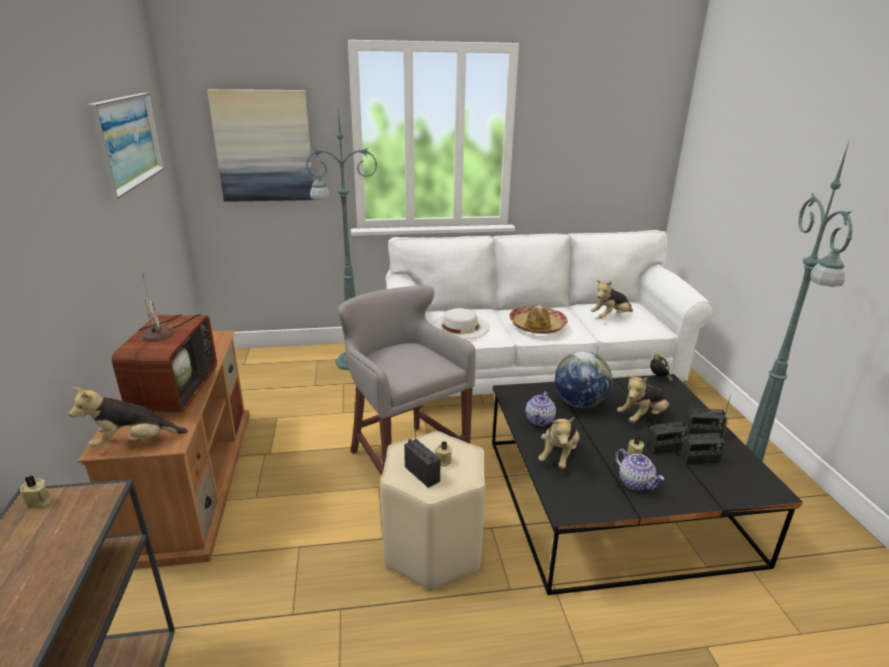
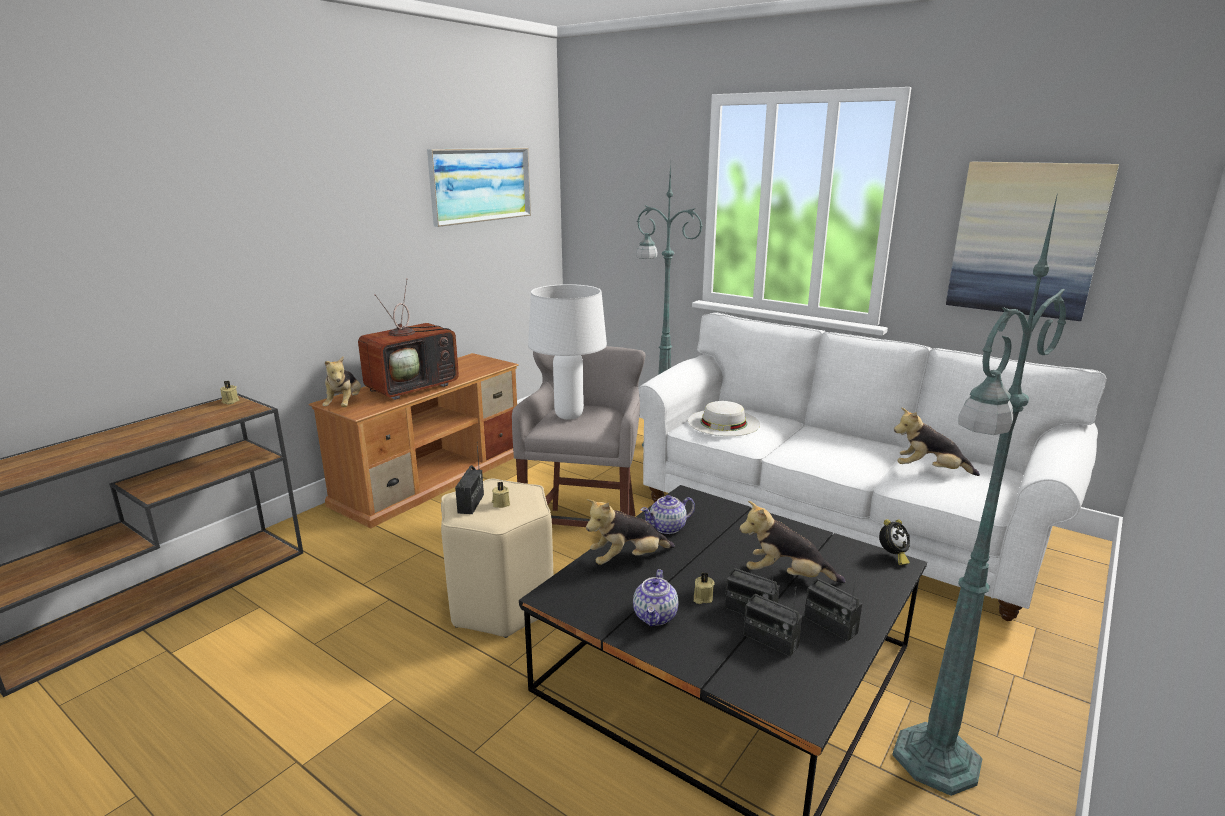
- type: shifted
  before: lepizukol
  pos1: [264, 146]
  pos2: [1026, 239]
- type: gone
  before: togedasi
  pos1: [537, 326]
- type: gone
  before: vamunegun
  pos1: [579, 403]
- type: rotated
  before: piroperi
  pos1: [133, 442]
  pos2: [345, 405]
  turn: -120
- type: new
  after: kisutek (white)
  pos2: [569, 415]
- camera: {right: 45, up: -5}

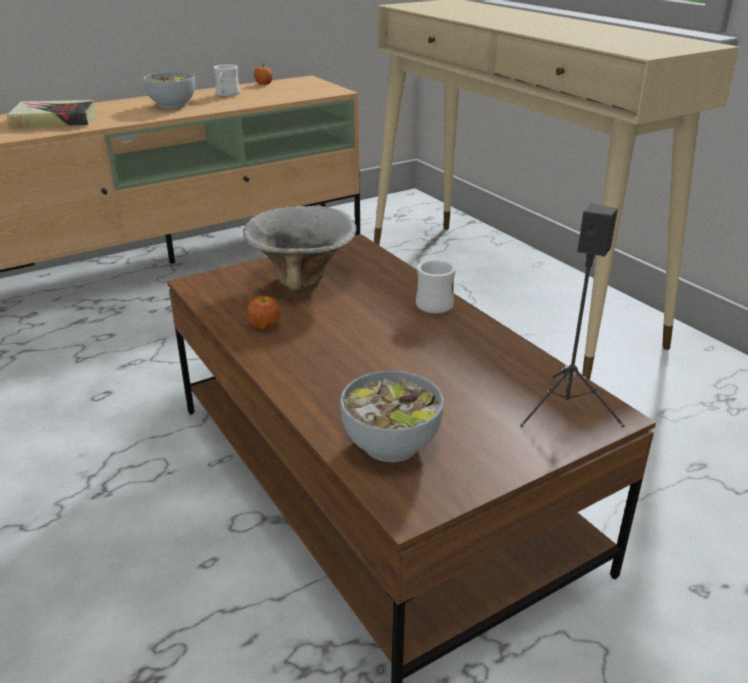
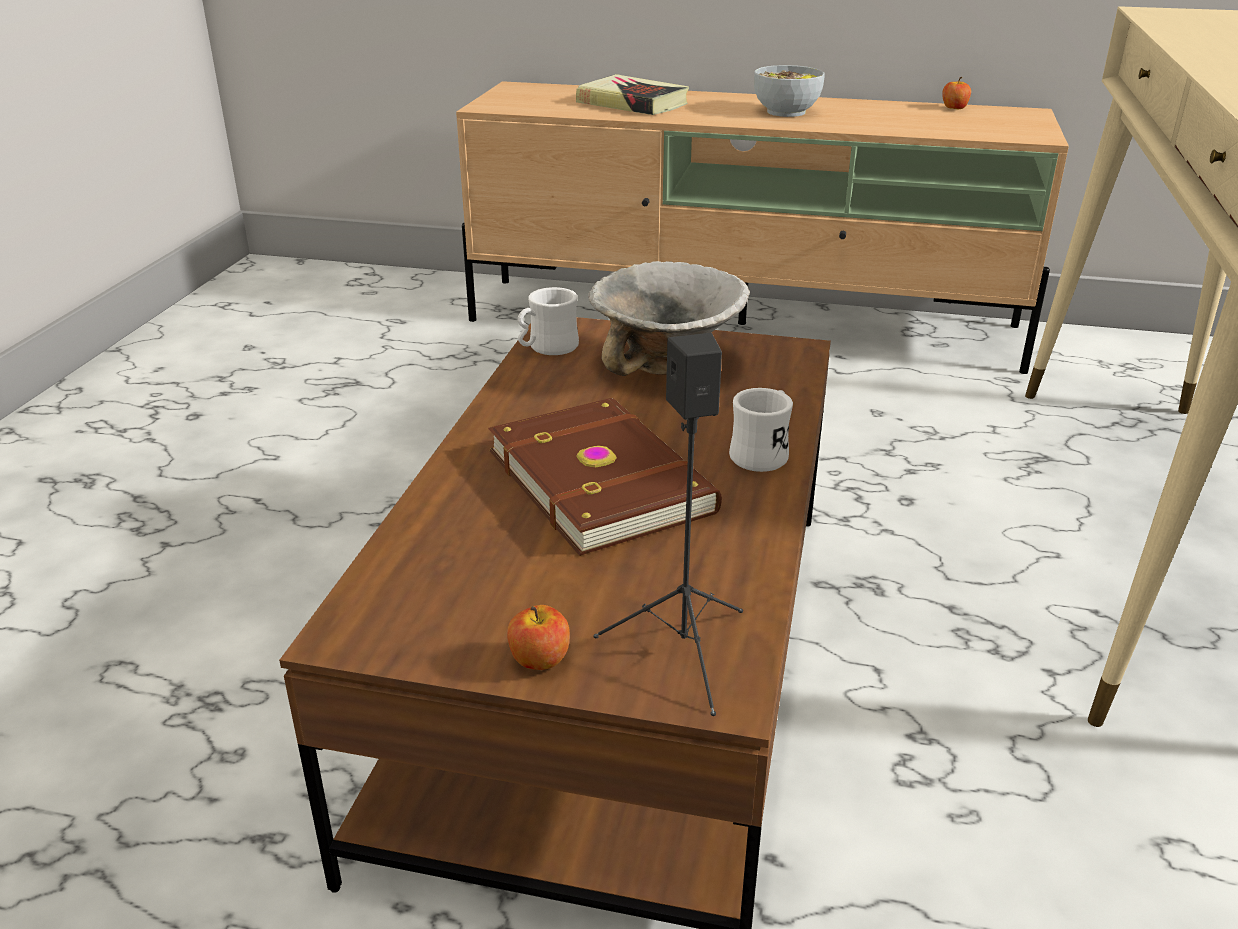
- type: shifted
  before: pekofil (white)
  pos1: [227, 95]
  pos2: [547, 348]
- type: shifted
  before: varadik
  pos1: [265, 325]
  pos2: [539, 660]
- type: gone
  before: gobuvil
  pos1: [391, 444]
- type: new
  after: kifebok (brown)
  pos2: [602, 479]
- camera: {right: 45, up: 0}

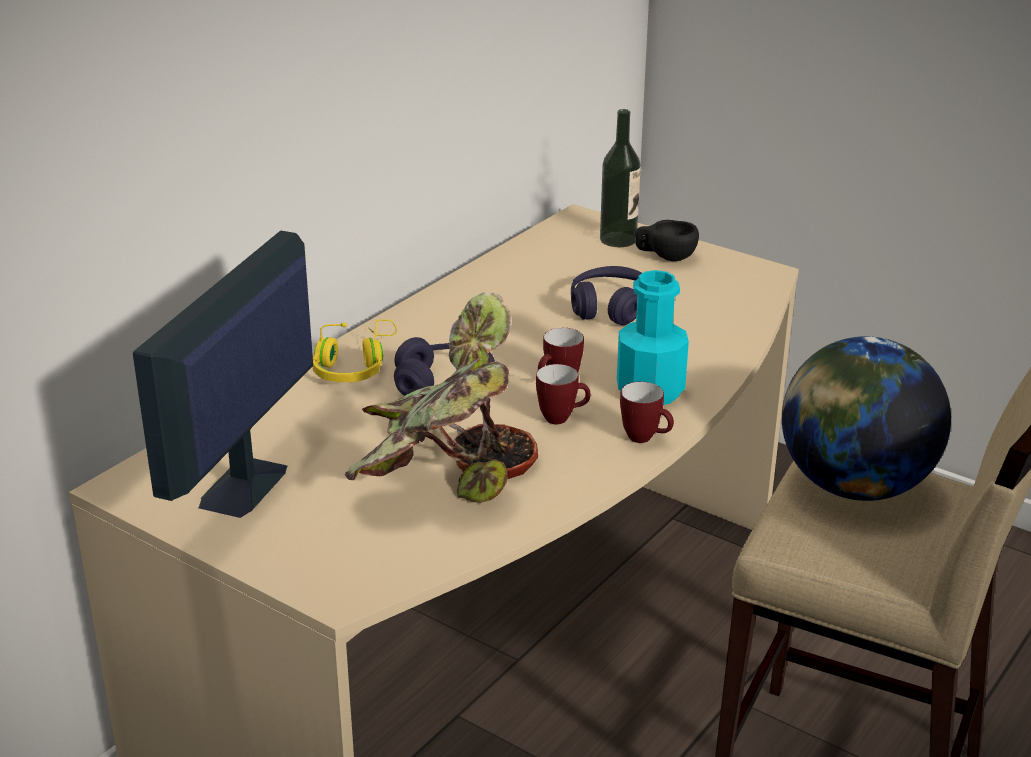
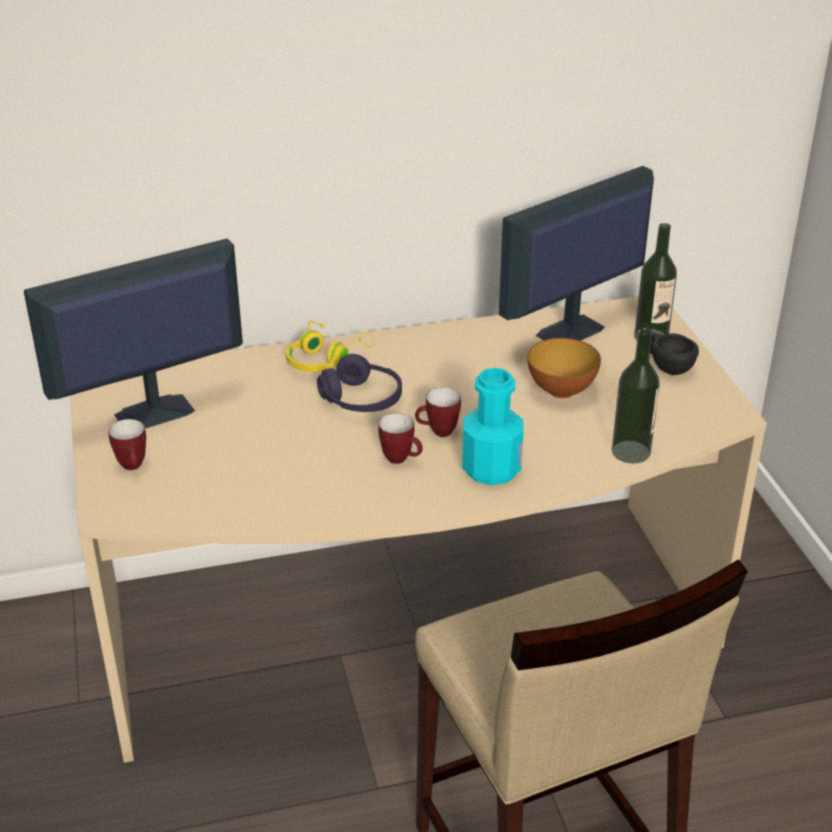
- type: swapped
  before: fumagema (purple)
  after: gobuvil
  pos1: [611, 307]
  pos2: [561, 391]
- type: gone
  before: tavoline
  pos1: [441, 474]
- type: gone
  before: vamunegun
  pos1: [853, 486]
- type: shifted
  before: pekofil
  pos1: [646, 439]
  pos2: [133, 468]
- type: new
  after: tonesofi
  pos2: [569, 332]
- type: new
  after: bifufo
  pos2: [631, 452]
- camera: {right: 40, up: 5}

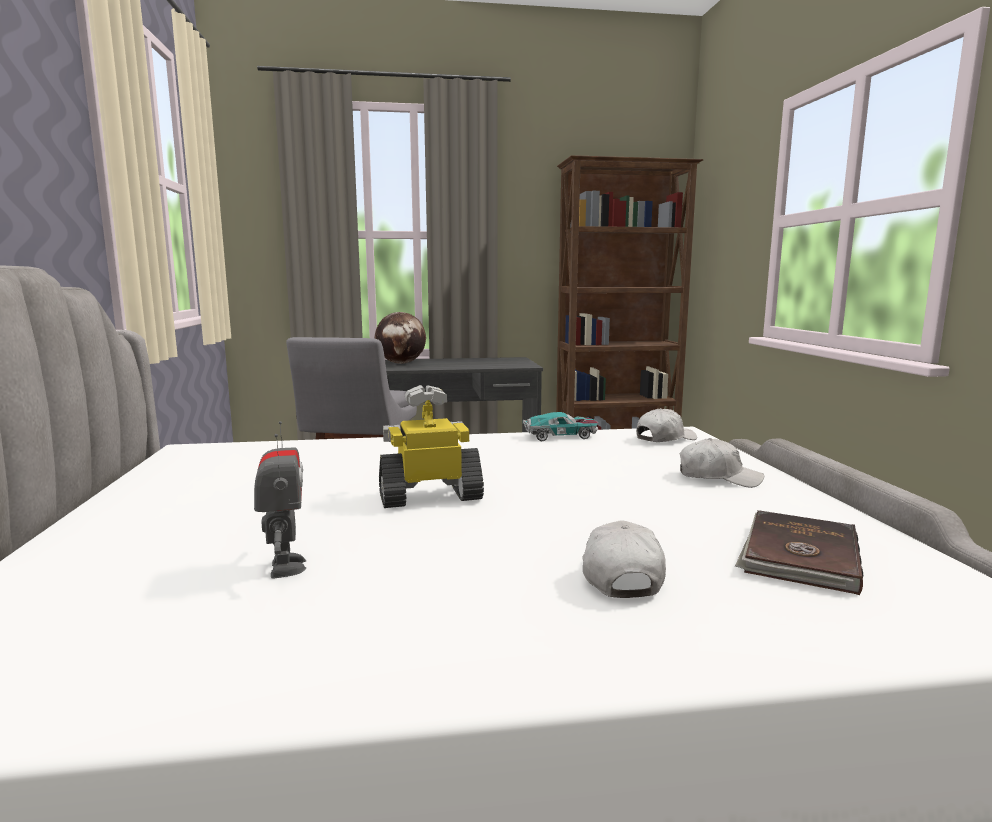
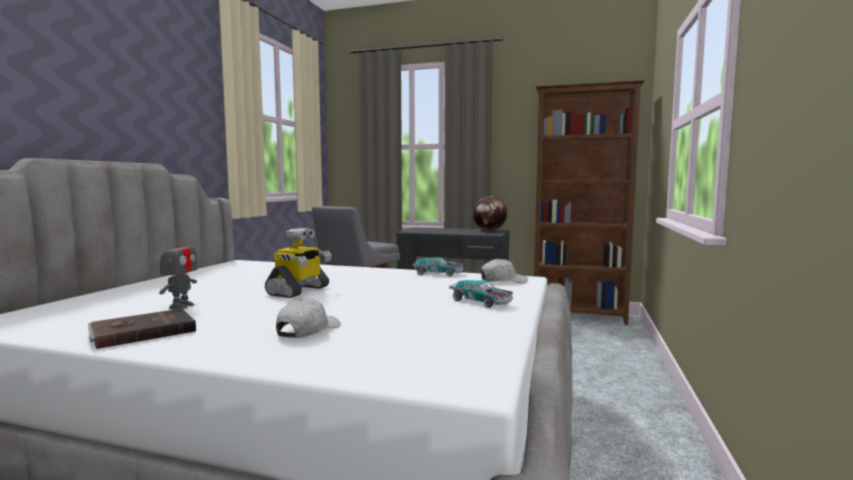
- type: shifted
  before: vamunegun
  pos1: [401, 363]
  pos2: [489, 230]
- type: rotated
  before: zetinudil
  pos1: [430, 496]
  pos2: [299, 291]
  turn: 105
- type: swapped
  before: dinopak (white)
  after: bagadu
  pos1: [718, 477]
  pos2: [481, 302]
- type: shifted
  before: kifebok (brown)
  pos1: [798, 556]
  pos2: [142, 331]
- camera: {right: 25, up: -5}

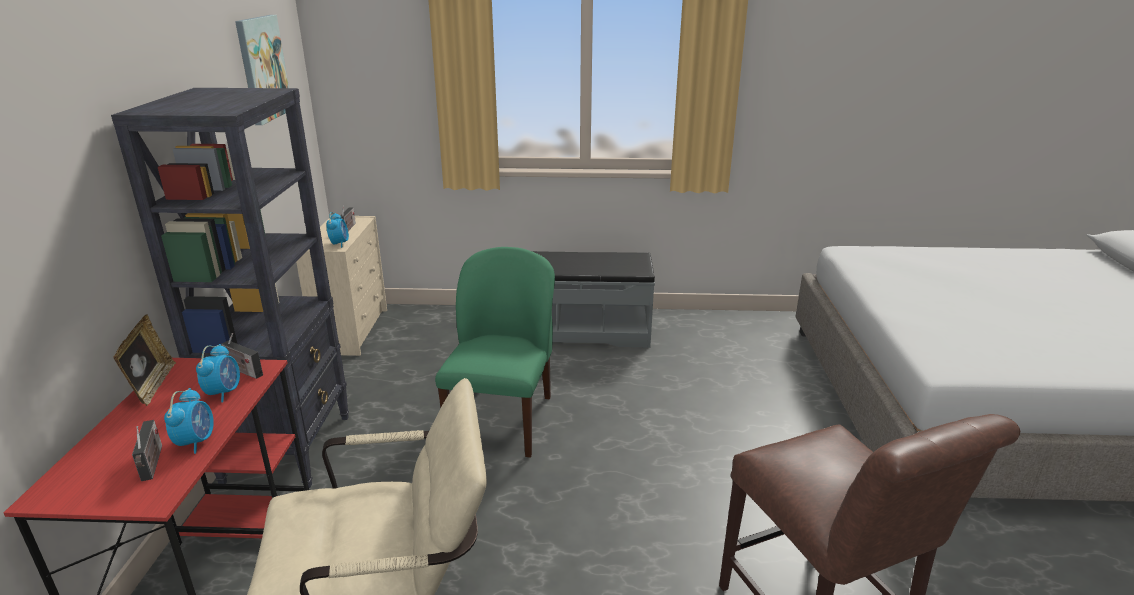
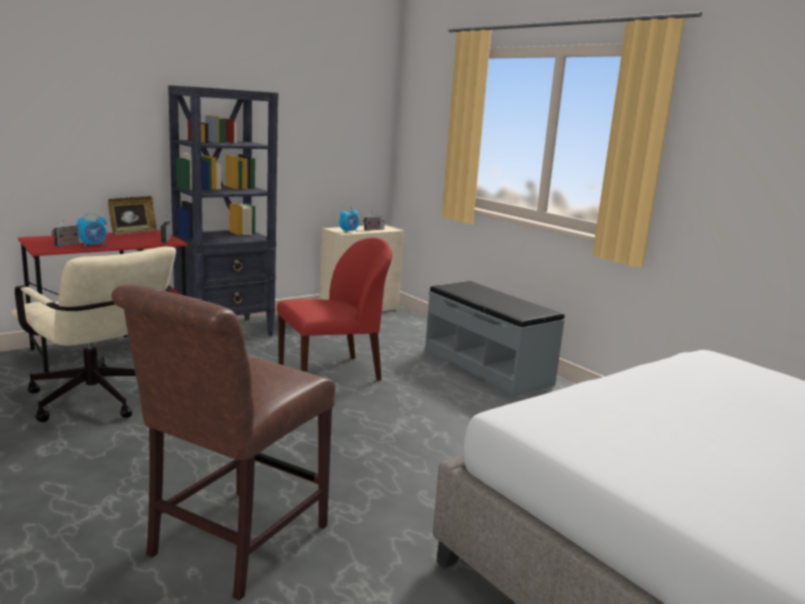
- type: gone
  before: lepizukol
  pos1: [262, 68]
- type: repainted
  before: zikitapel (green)
  after: zikitapel (red)
  pos1: [502, 420]
  pos2: [331, 373]
- type: gone
  before: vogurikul
  pos1: [224, 392]
- camera: {right: 50, up: -10}

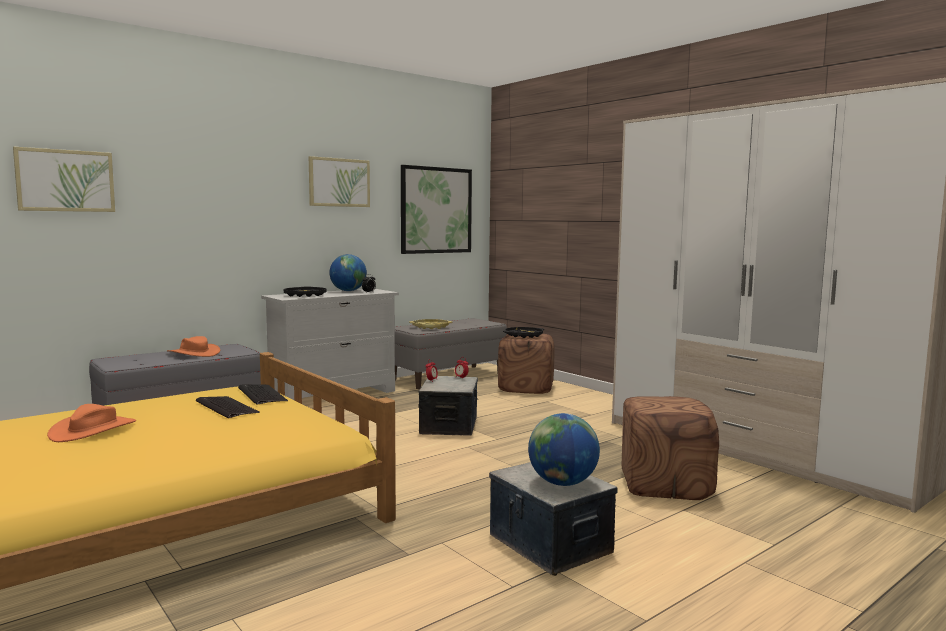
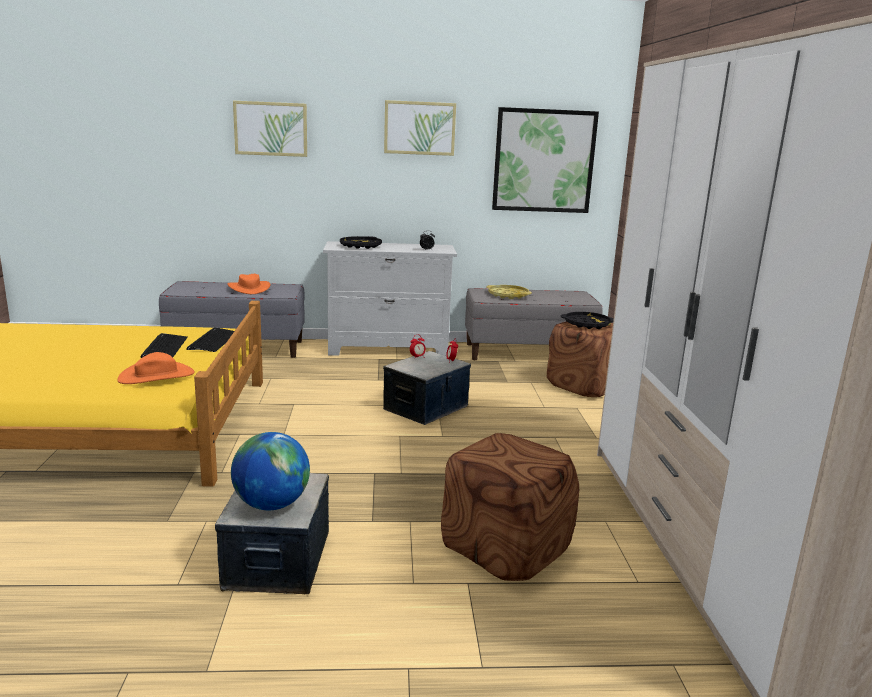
- type: shifted
  before: lepizukol
  pos1: [65, 180]
  pos2: [271, 129]
- type: gone
  before: vamunegun
  pos1: [348, 291]
- type: shifted
  before: togedasi (orange)
  pos1: [93, 430]
  pos2: [156, 376]
- camera: {right: 35, up: 10}

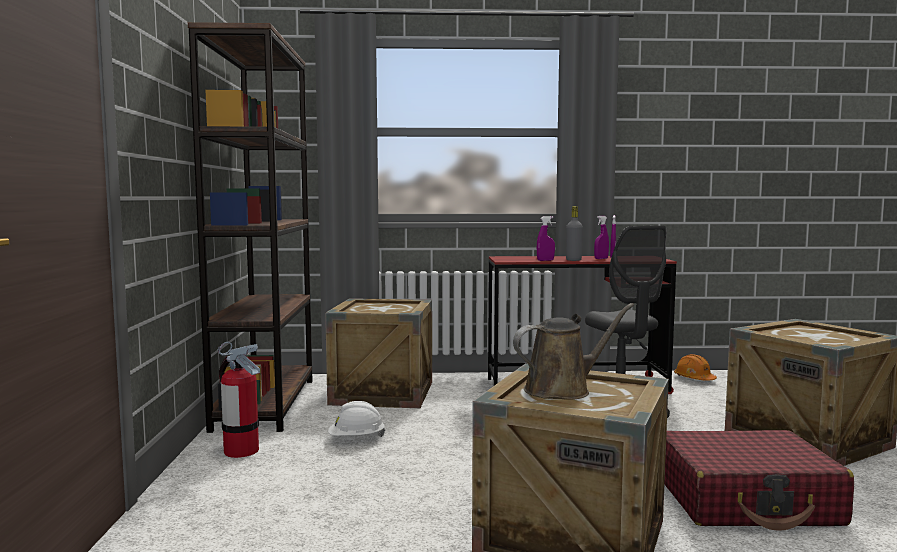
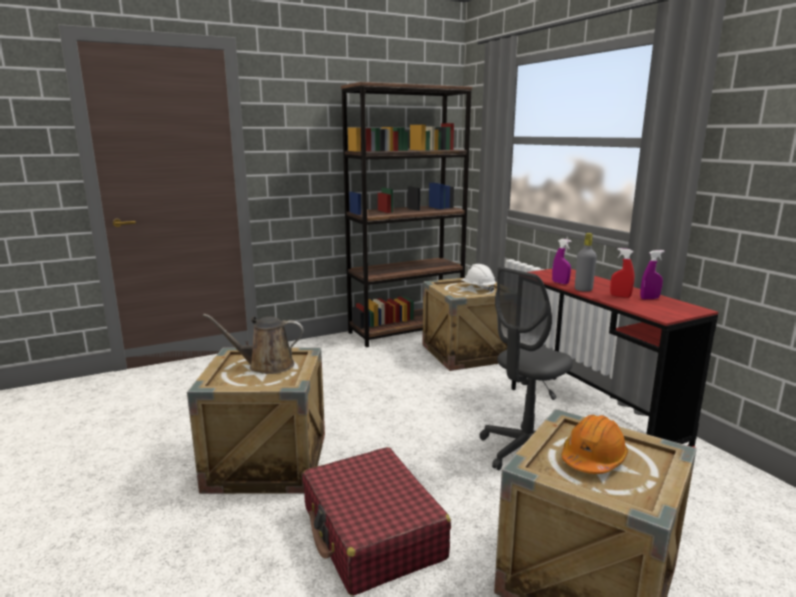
- type: repainted
  before: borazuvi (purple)
  after: borazuvi (red)
  pos1: [601, 259]
  pos2: [620, 296]
- type: rotated
  before: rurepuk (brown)
  pos1: [562, 390]
  pos2: [266, 366]
  turn: 135
- type: gone
  before: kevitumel
  pos1: [240, 451]
- type: shifted
  before: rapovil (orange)
  pos1: [694, 379]
  pos2: [593, 458]
- type: shifted
  before: rapovil (white)
  pos1: [356, 439]
  pos2: [478, 288]
- camera: {right: 65, up: 10}

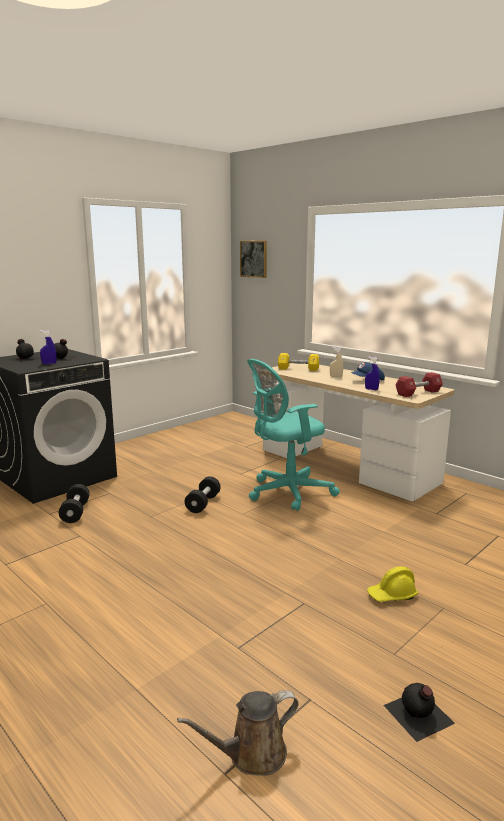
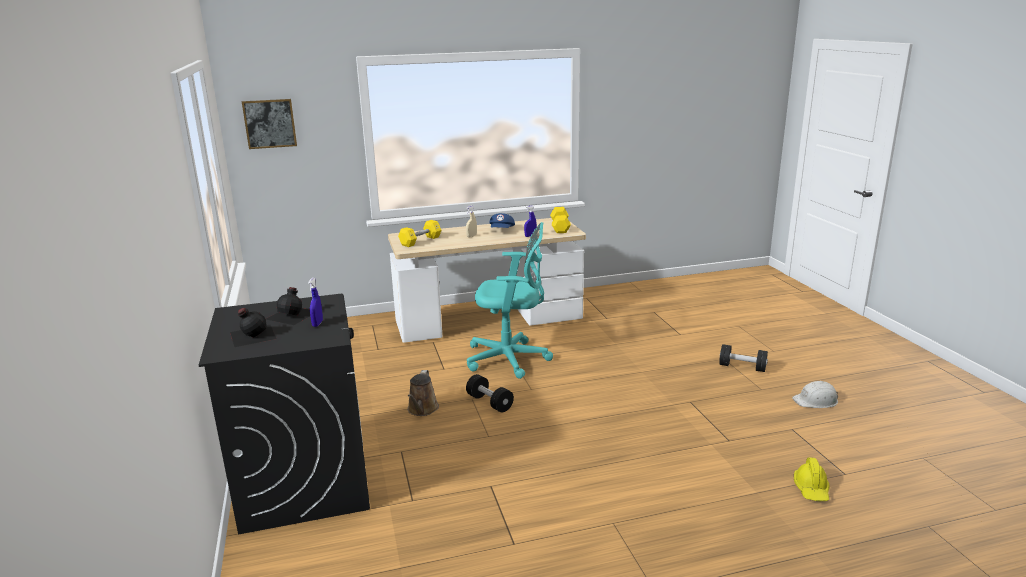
- type: rotated
  before: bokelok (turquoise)
  pos1: [286, 492]
  pos2: [511, 359]
  turn: -90
- type: repainted
  before: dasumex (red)
  after: dasumex (yellow)
  pos1: [418, 393]
  pos2: [560, 227]
- type: shifted
  before: dasumex (black)
  pos1: [75, 512]
  pos2: [742, 367]
- type: shifted
  before: rapovil (yellow)
  pos1: [392, 595]
  pos2: [811, 489]
- type: swapped
  before: bifufo (black)
  after: rapovil (white)
  pos1: [418, 715]
  pos2: [816, 401]
- type: shifted
  before: rurepuk (brown)
  pos1: [251, 754]
  pos2: [422, 410]
- camera: {right: -60, up: 5}

